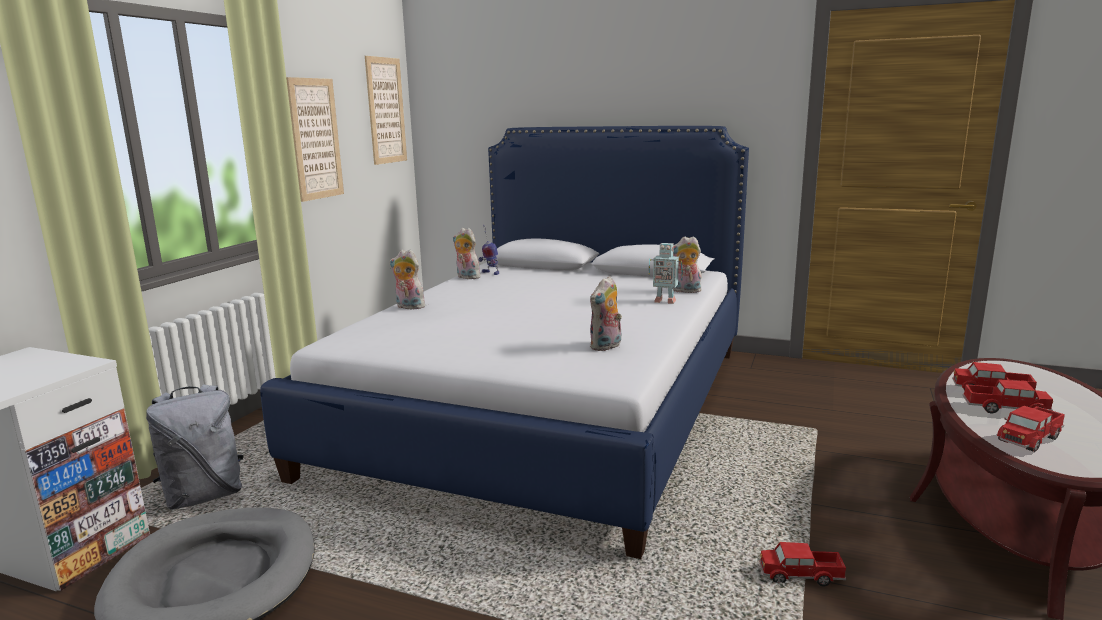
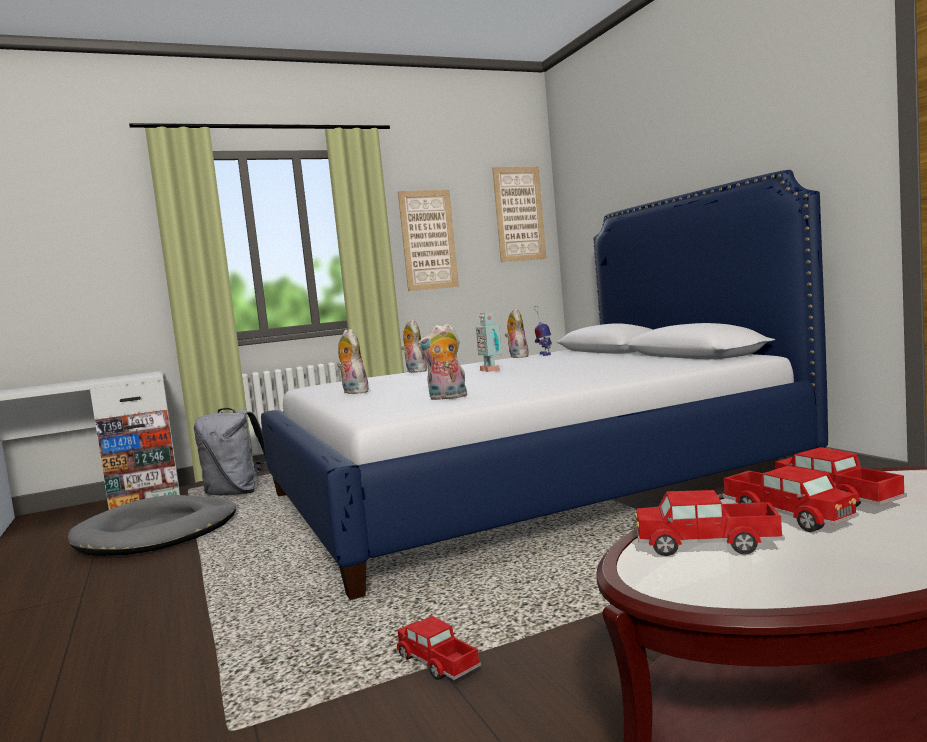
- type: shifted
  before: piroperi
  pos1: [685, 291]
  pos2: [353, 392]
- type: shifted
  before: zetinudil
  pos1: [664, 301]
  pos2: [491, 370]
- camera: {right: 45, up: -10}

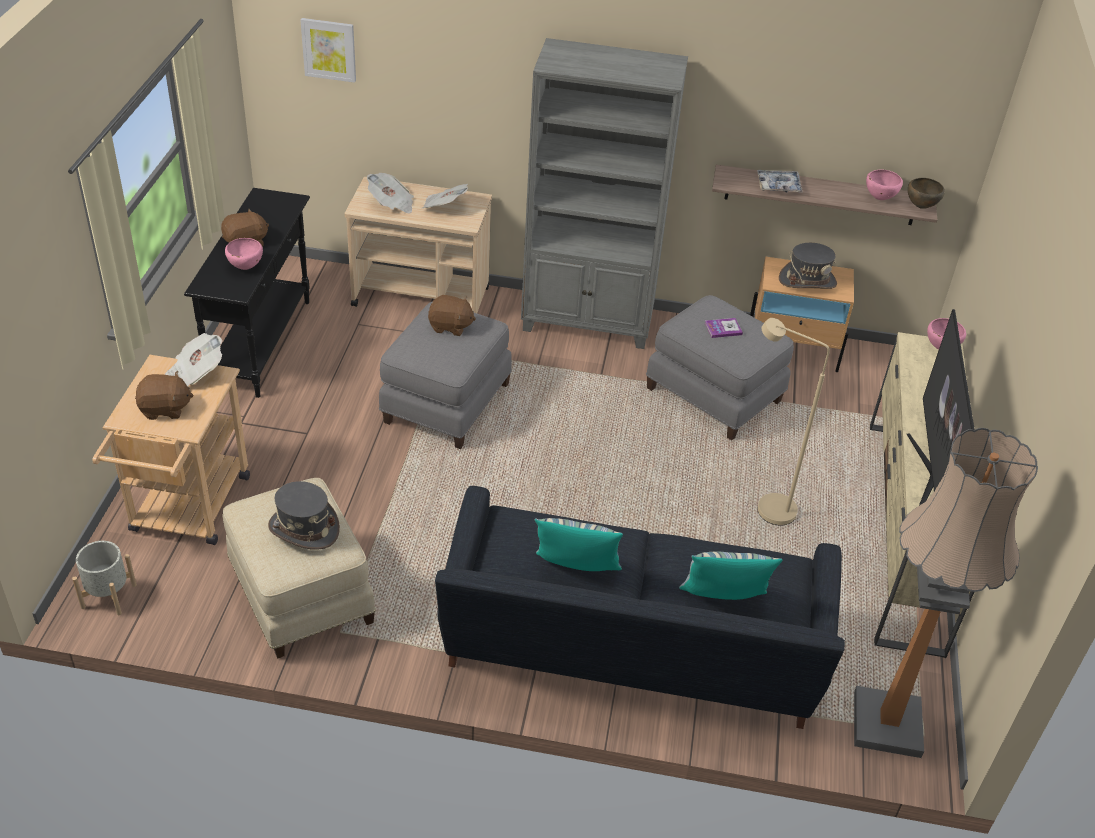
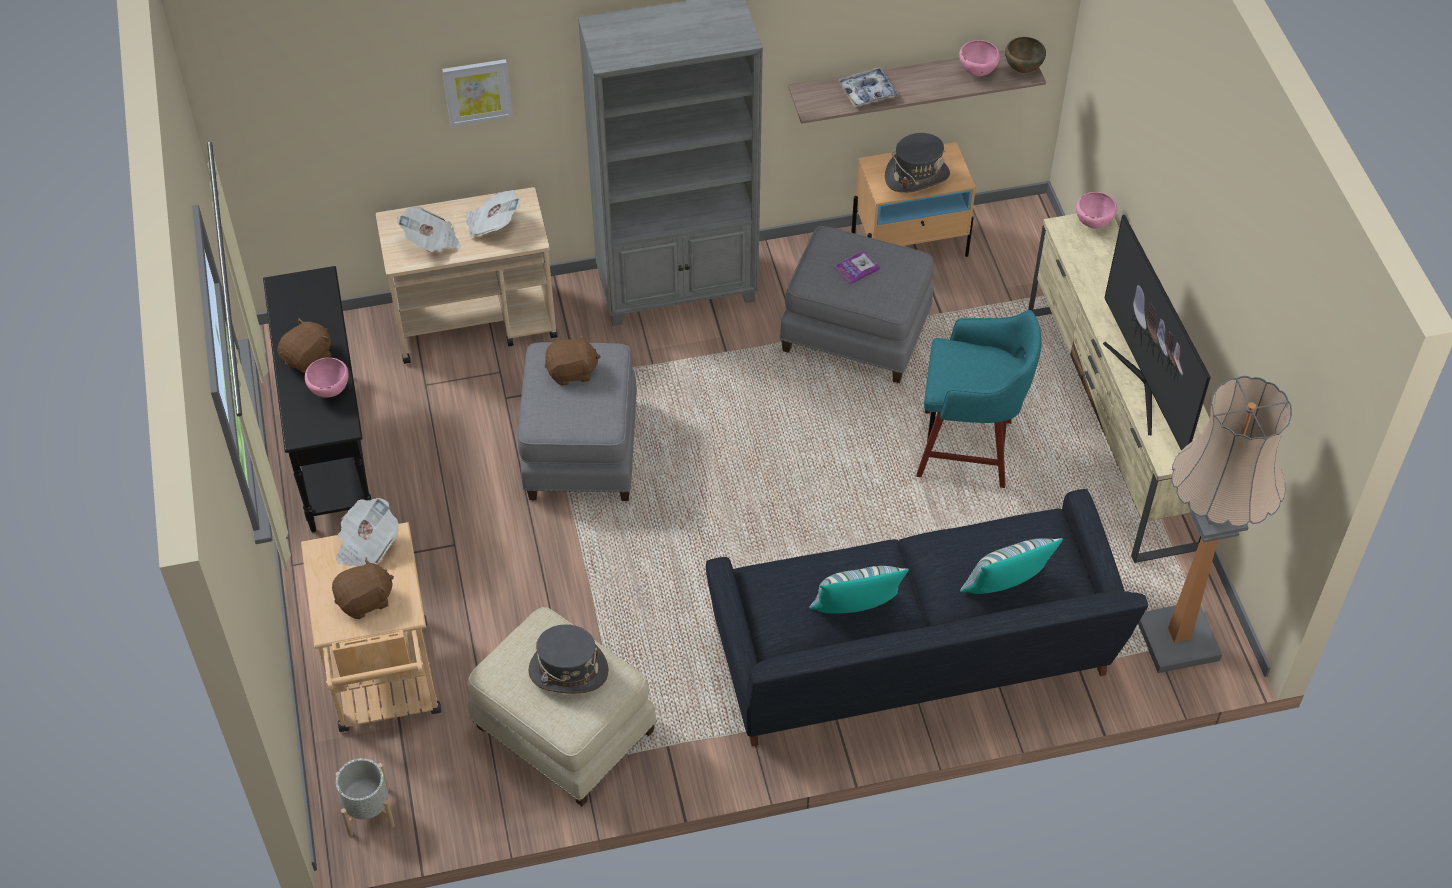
- type: shifted
  before: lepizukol
  pos1: [329, 49]
  pos2: [477, 91]
- type: swapped
  before: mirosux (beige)
  after: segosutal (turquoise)
  pos1: [766, 507]
  pos2: [968, 449]
- camera: {right: -20, up: 10}

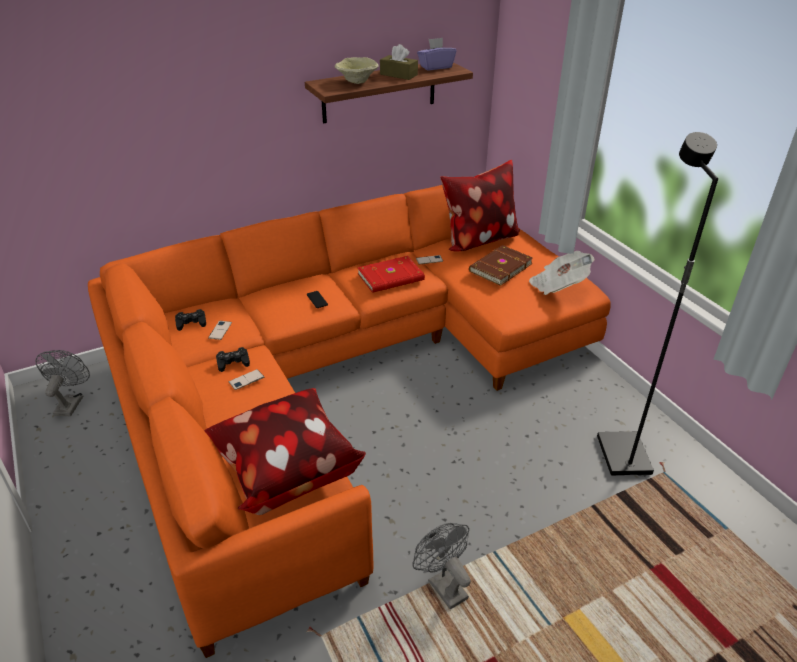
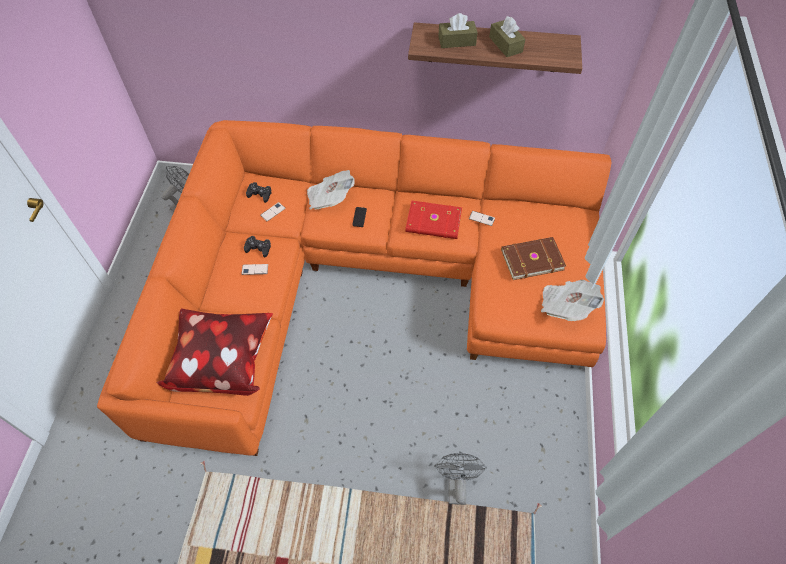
- type: gone
  before: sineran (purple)
  pos1: [435, 67]
- type: swapped
  before: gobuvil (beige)
  after: sineran (brown)
  pos1: [356, 81]
  pos2: [457, 41]
- type: gone
  before: mirosux (black)
  pos1: [621, 455]
- type: gone
  before: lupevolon
  pos1: [478, 240]
- type: shifted
  before: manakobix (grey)
  pos1: [443, 585]
  pos2: [456, 484]
- type: new
  after: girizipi
  pos2: [330, 198]
- camera: {right: 35, up: 20}

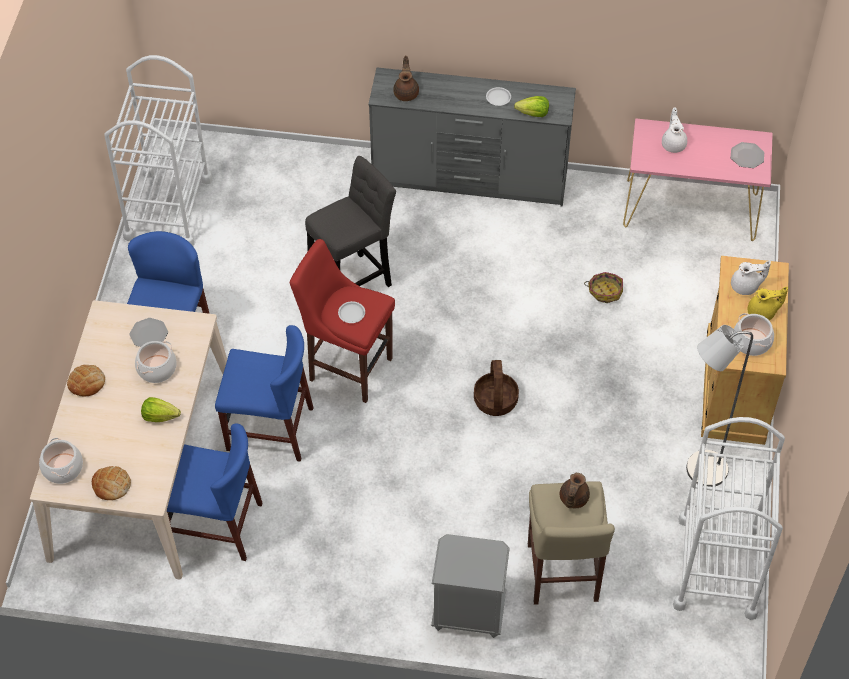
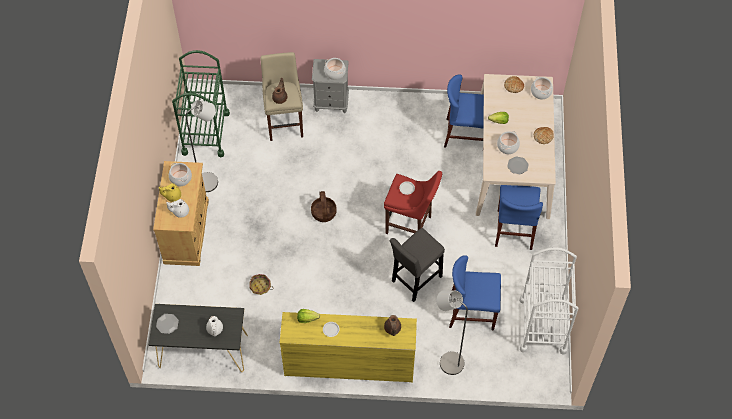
- type: repainted
  before: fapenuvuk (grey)
  after: fapenuvuk (yellow)
  pos1: [470, 179]
  pos2: [349, 364]
- type: repainted
  before: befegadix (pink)
  after: befegadix (black)
  pos1: [691, 210]
  pos2: [203, 351]
- type: shifted
  before: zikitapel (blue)
  pos1: [269, 429]
  pos2: [472, 312]
- type: repainted
  before: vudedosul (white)
  after: vudedosul (green)
  pos1: [717, 566]
  pos2: [205, 133]
- type: new
  after: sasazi
  pos2: [334, 72]
- type: new
  after: mirosux (grey)
  pos2: [447, 361]
- camera: {right: 175, up: 5}

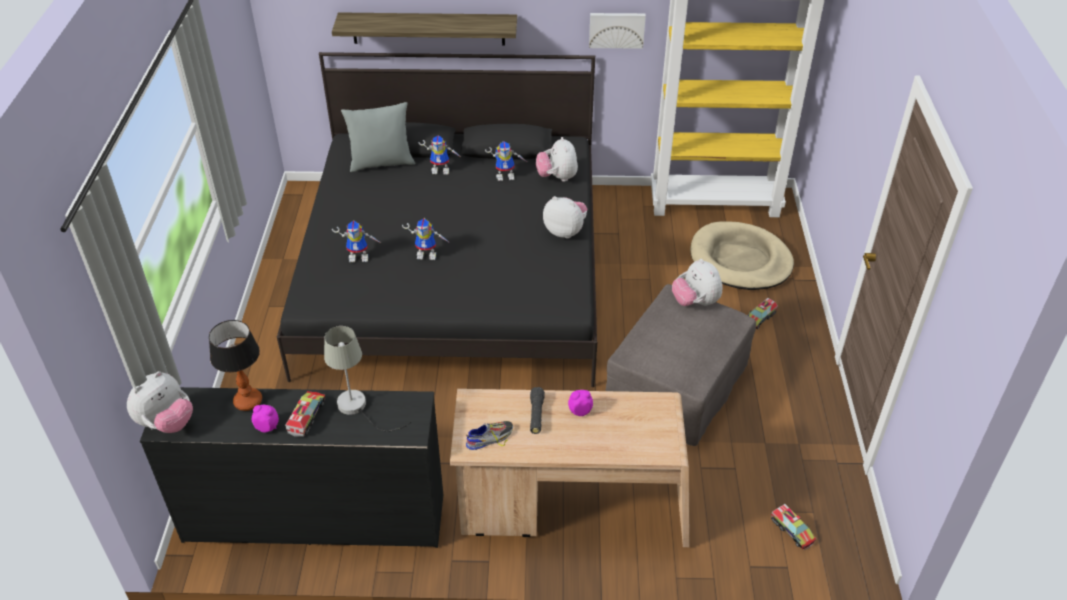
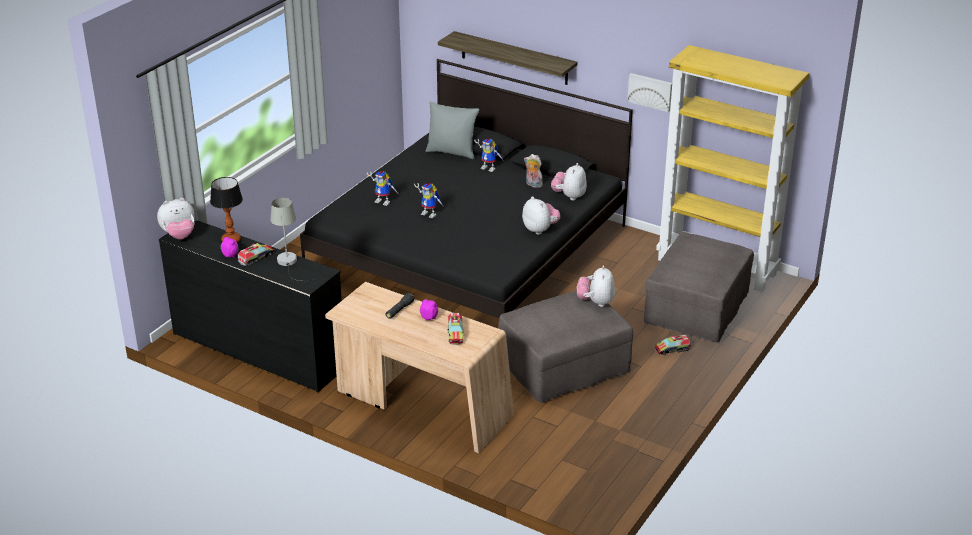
- type: swapped
  before: zetinudil
  after: piroperi
  pos1: [506, 176]
  pos2: [533, 185]
- type: swapped
  before: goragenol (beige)
  after: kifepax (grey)
  pos1: [740, 260]
  pos2: [697, 309]
- type: gone
  before: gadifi
  pos1: [490, 437]
- type: shifted
  before: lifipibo
  pos1: [792, 530]
  pos2: [455, 333]
- camera: {right: 30, up: -10}

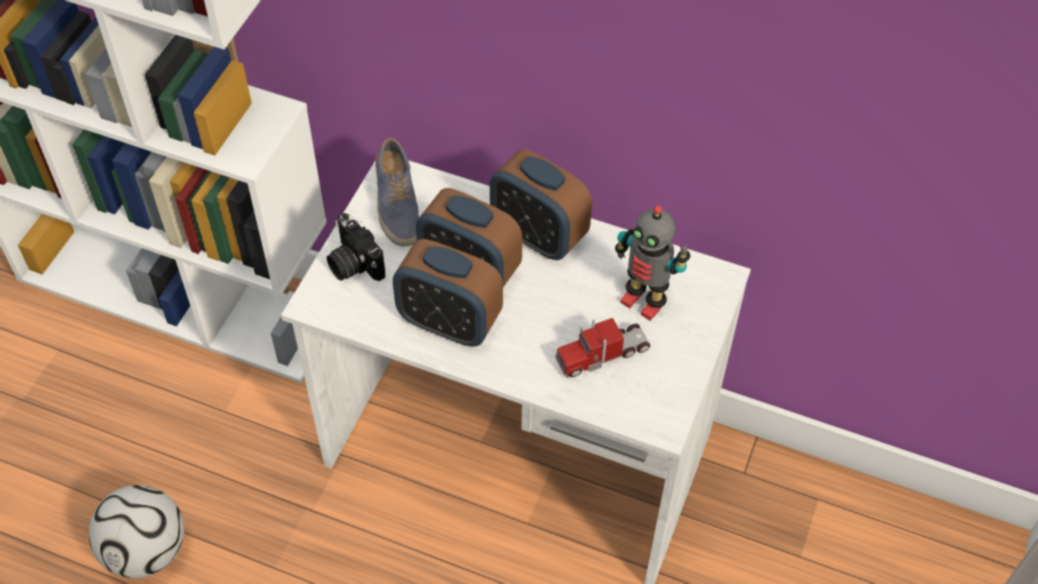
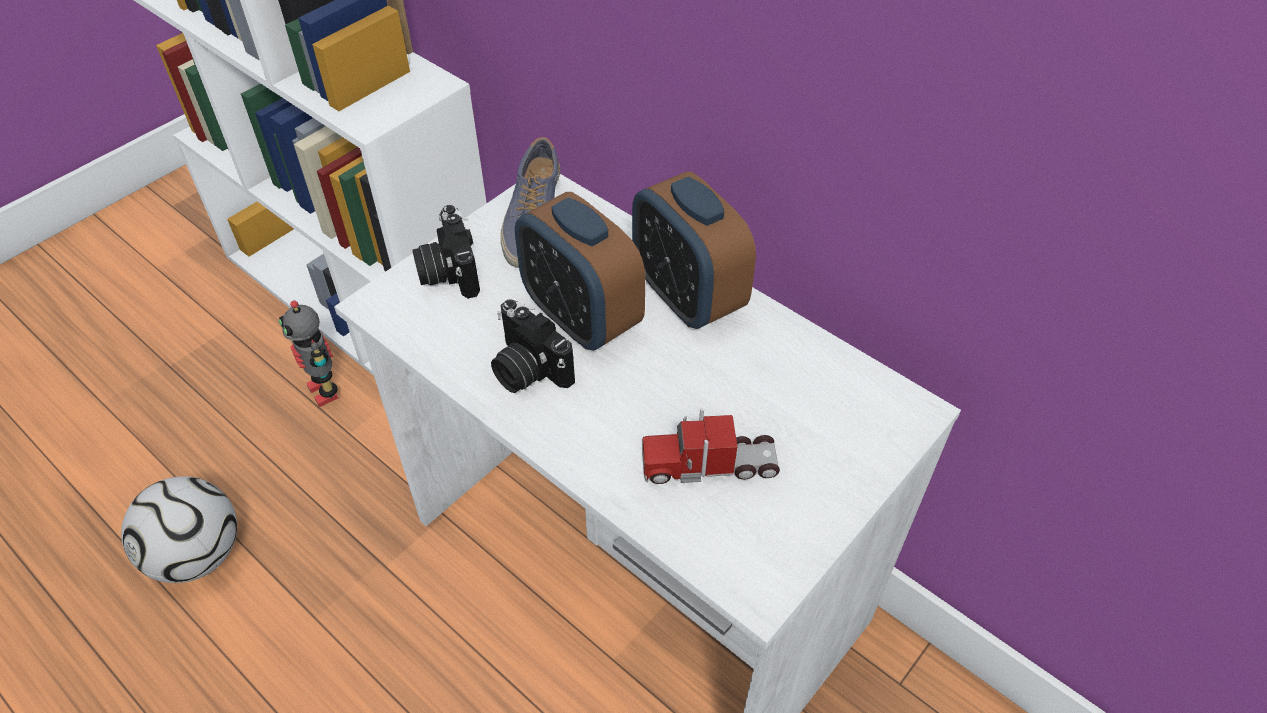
- type: shifted
  before: zetinudil
  pos1: [644, 301]
  pos2: [326, 390]
- type: swapped
  before: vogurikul
  after: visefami
  pos1: [449, 323]
  pos2: [527, 369]
- camera: {right: 20, up: -5}

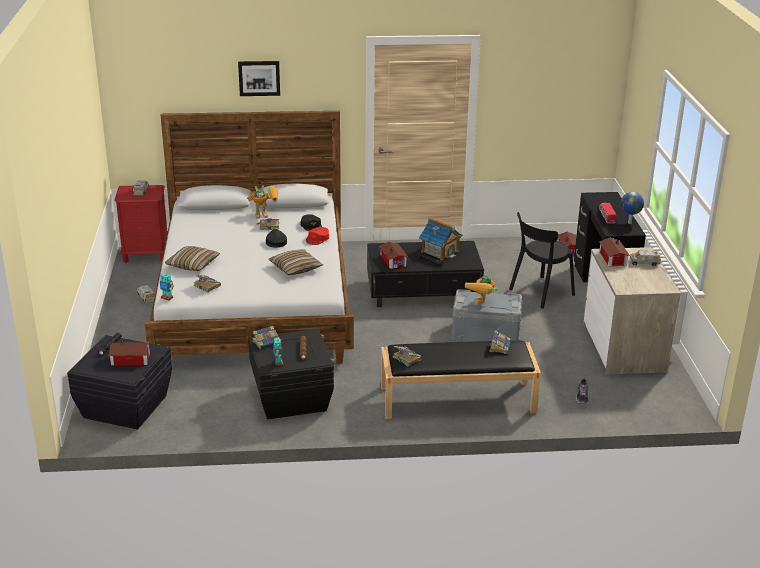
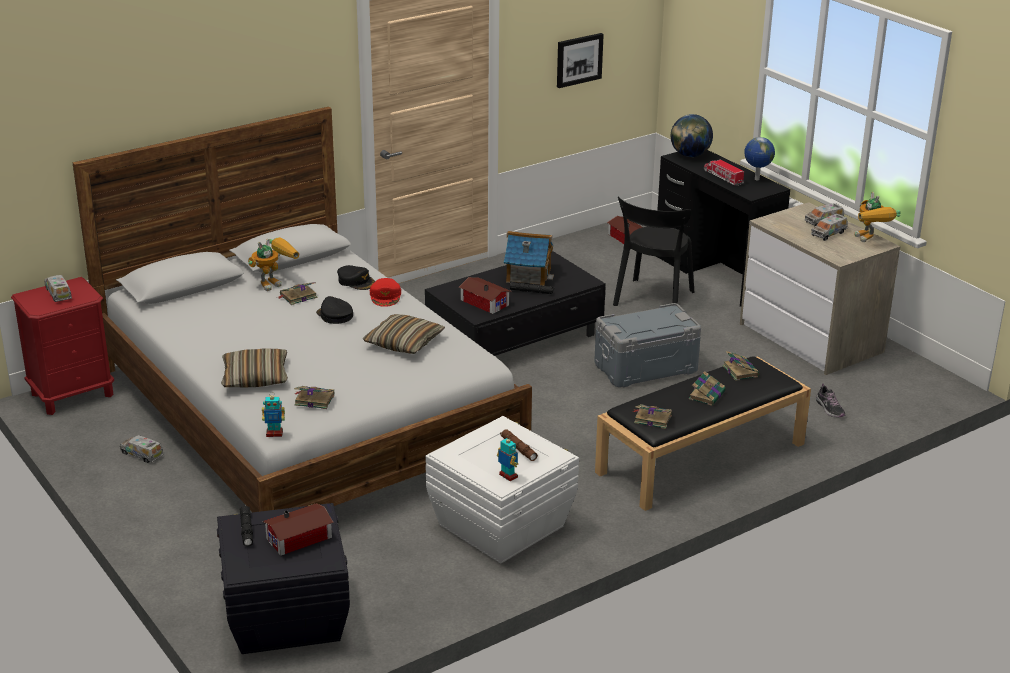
- type: shifted
  before: lepizukol
  pos1: [259, 78]
  pos2: [578, 60]
- type: gone
  before: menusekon
  pos1: [612, 259]
- type: shifted
  before: zetinudil
  pos1: [481, 305]
  pos2: [871, 241]
- type: shifted
  before: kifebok
  pos1: [267, 342]
  pos2: [707, 395]
- type: repainted
  before: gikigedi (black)
  after: gikigedi (white)
  pos1: [292, 397]
  pos2: [501, 524]
- type: new
  after: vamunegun
  pos2: [690, 155]
- type: new
  after: lifipibo
  pos2: [828, 233]
- camera: {right: -30, up: 0}

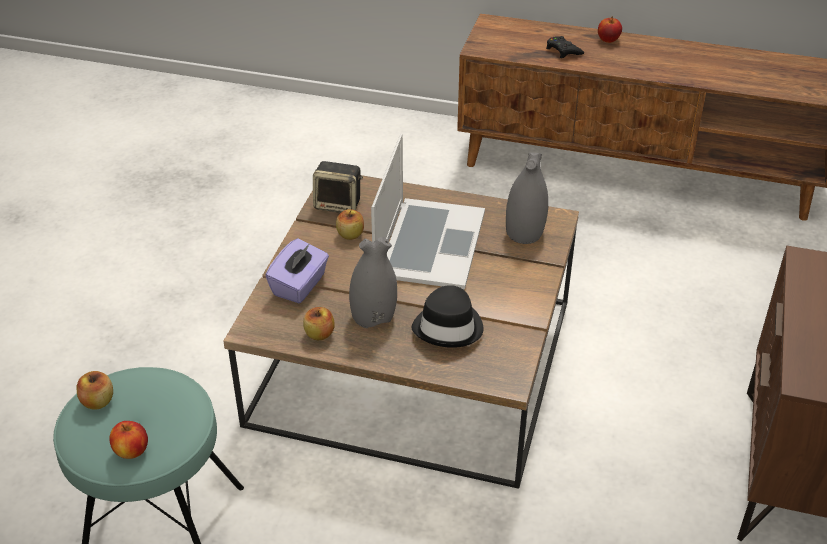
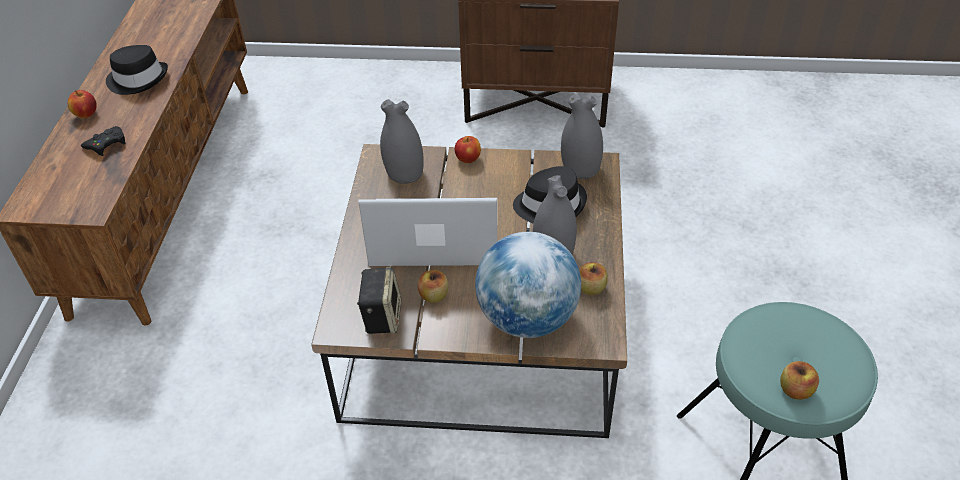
- type: swapped
  before: sineran (purple)
  after: vamunegun
  pos1: [300, 286]
  pos2: [527, 318]
- type: shifted
  before: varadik
  pos1: [132, 451]
  pos2: [468, 159]
- type: new
  after: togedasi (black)
  pos2: [138, 79]
- type: new
  after: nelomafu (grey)
  pos2: [580, 168]
- camera: {right: -100, up: 5}

